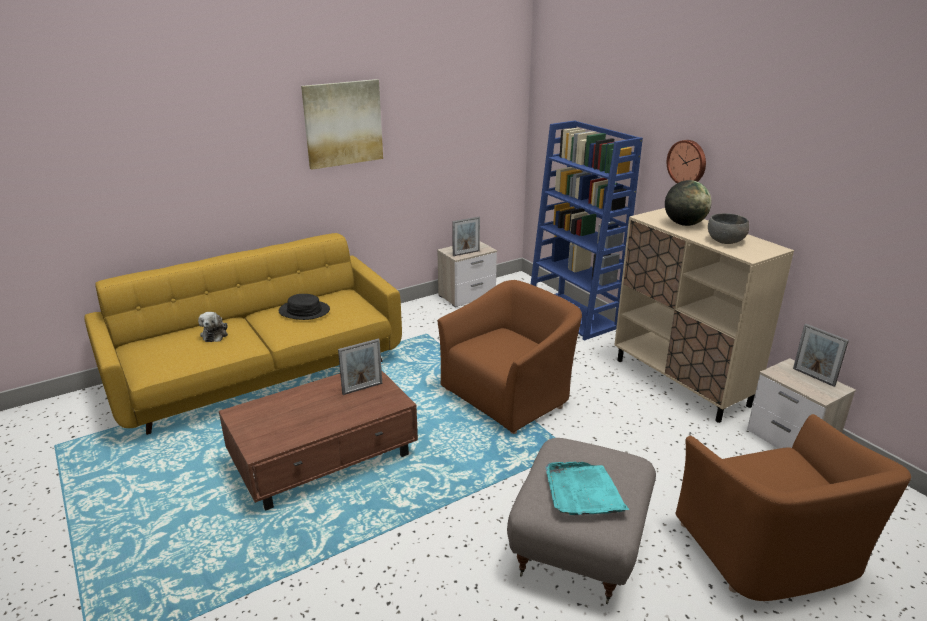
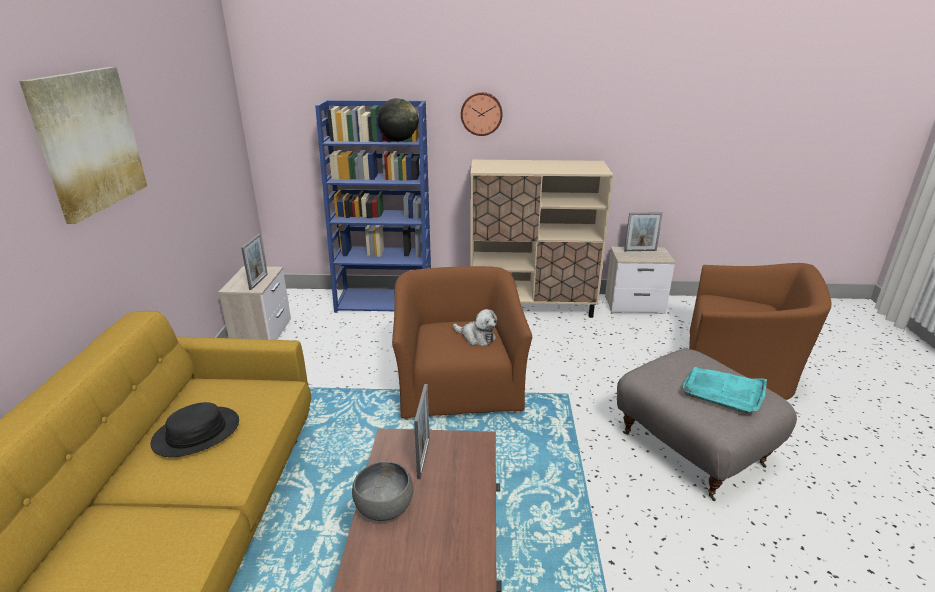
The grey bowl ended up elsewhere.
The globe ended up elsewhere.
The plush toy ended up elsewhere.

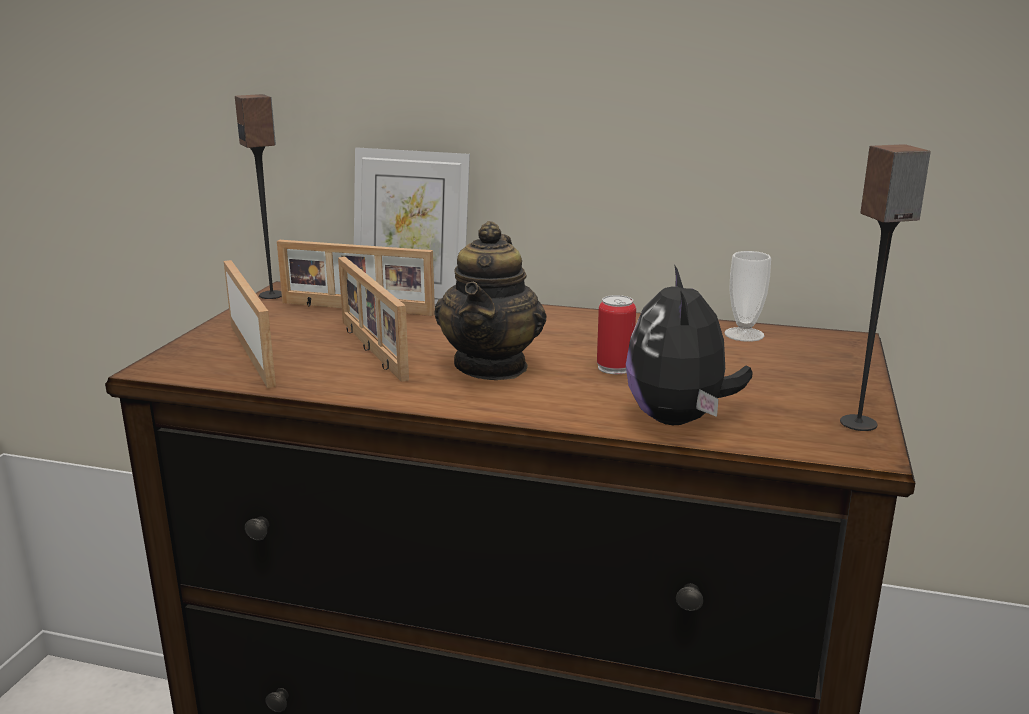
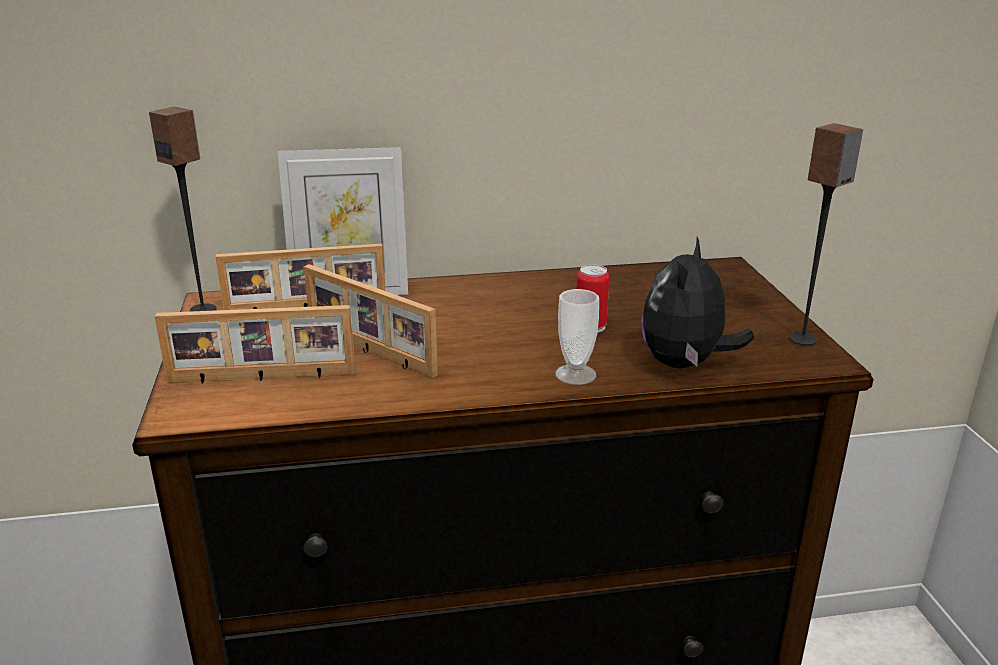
The picture frame (no. 1 from left) ended up facing another way, 135 degrees clockwise from before.
The cup ended up elsewhere.
The plush toy ended up facing another way, 45 degrees clockwise from before.
The second view lost the teapot.

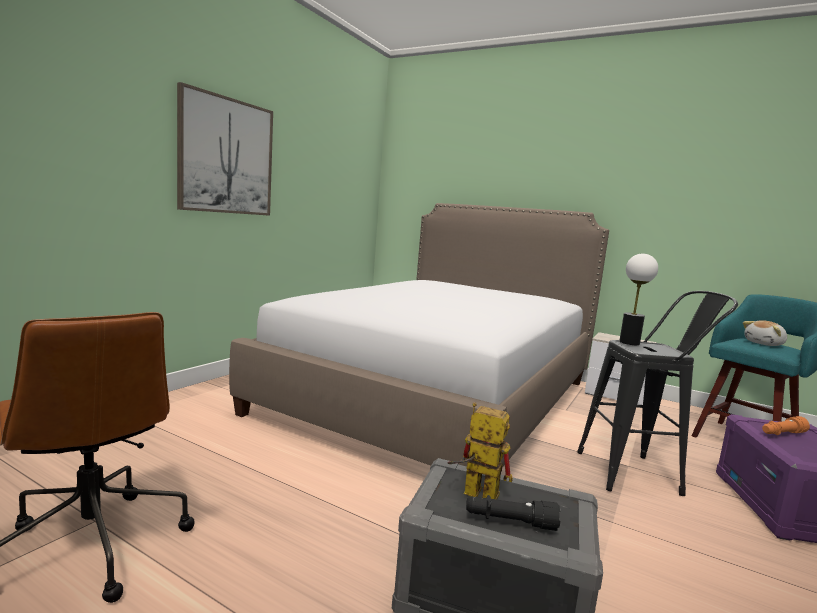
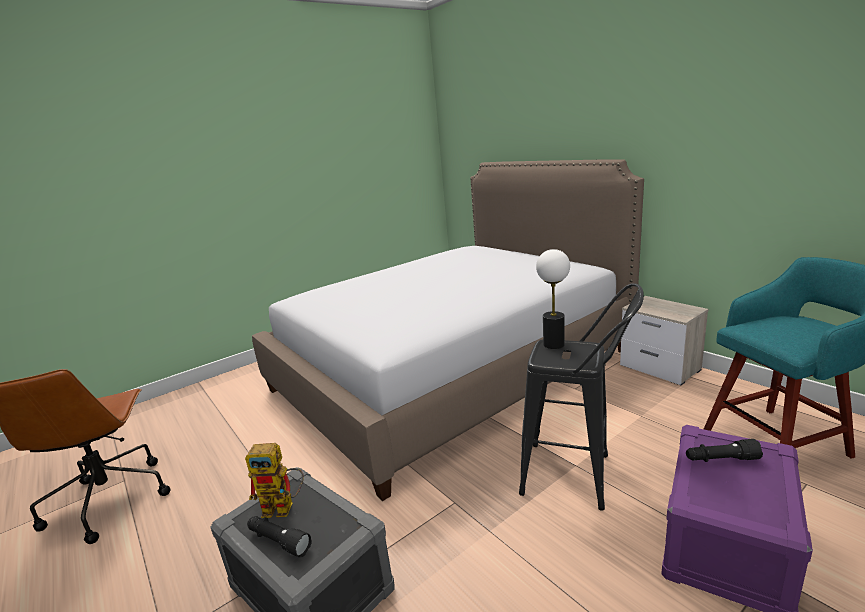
The toy robot ended up facing another way, 135 degrees clockwise from before.
What was the orange flashlight turned into the black flashlight (no. 2 from left).
The second view lost the picture.
The second view lost the plush toy.

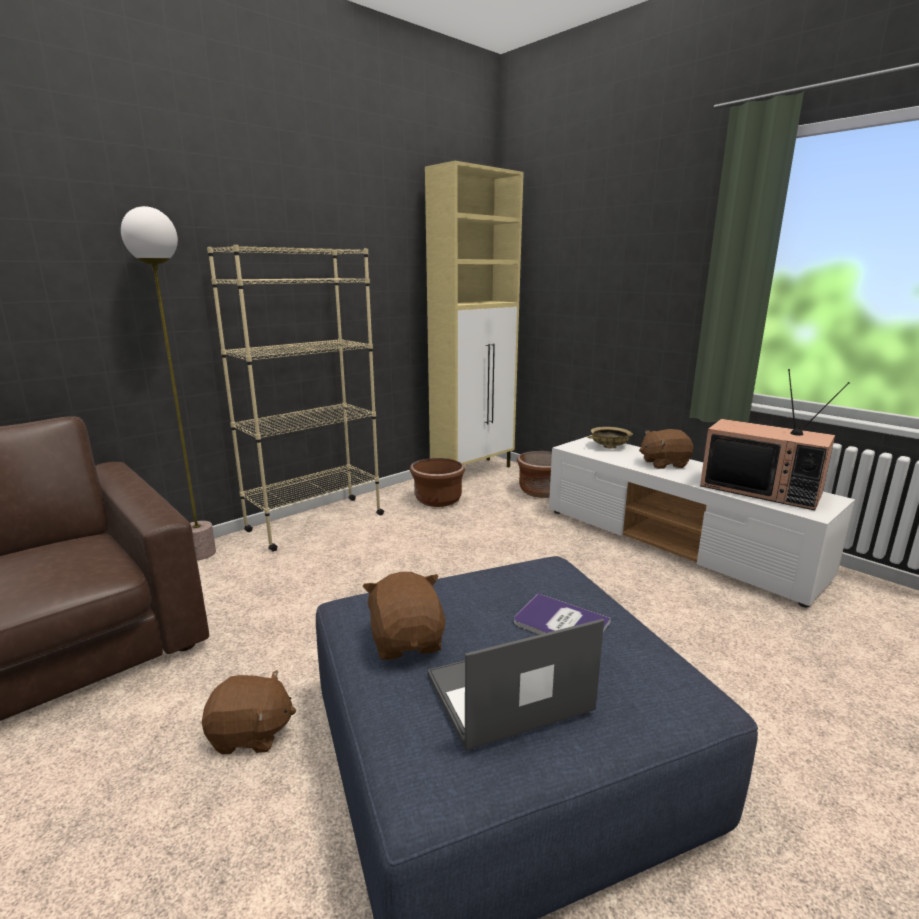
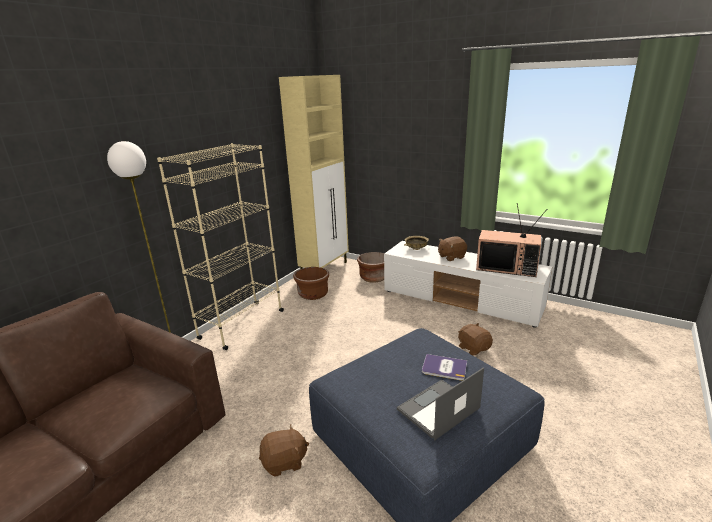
The brown plush toy (no. 2 from left in the first image) ended up elsewhere.

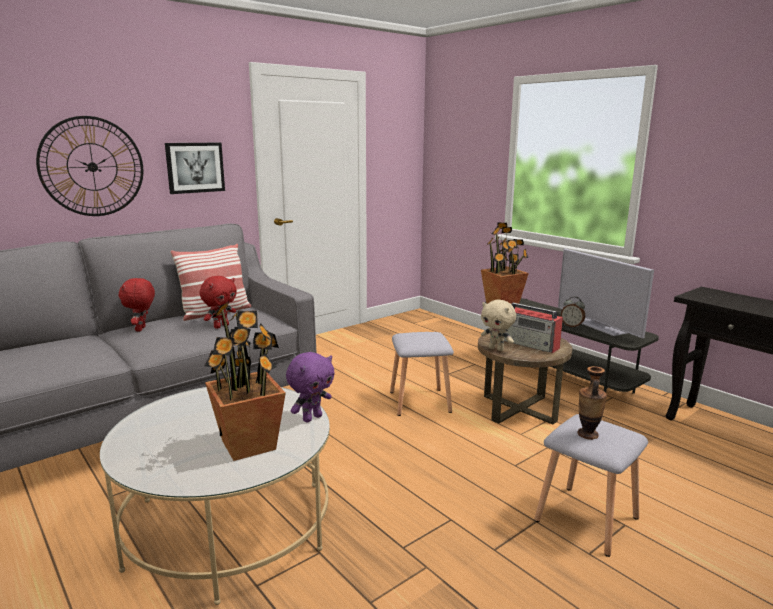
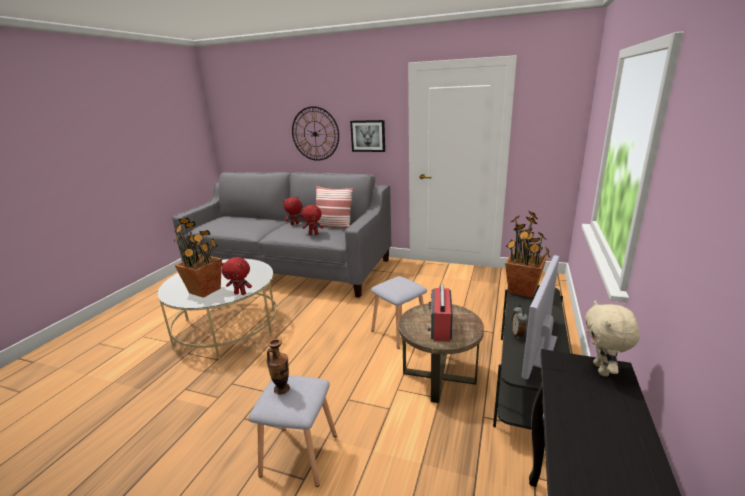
What was the purple plush toy turned into the red plush toy (no. 1 from left).
The beige plush toy ended up elsewhere.

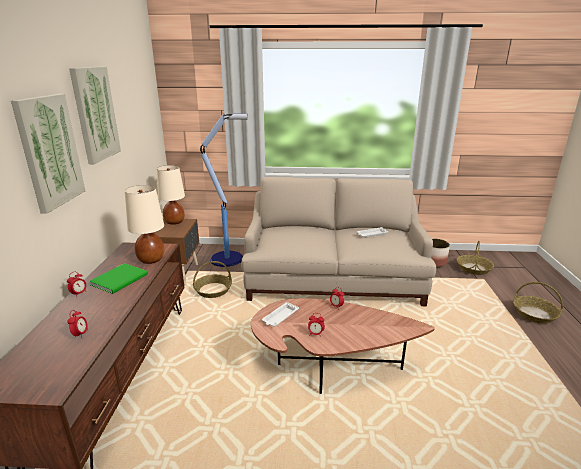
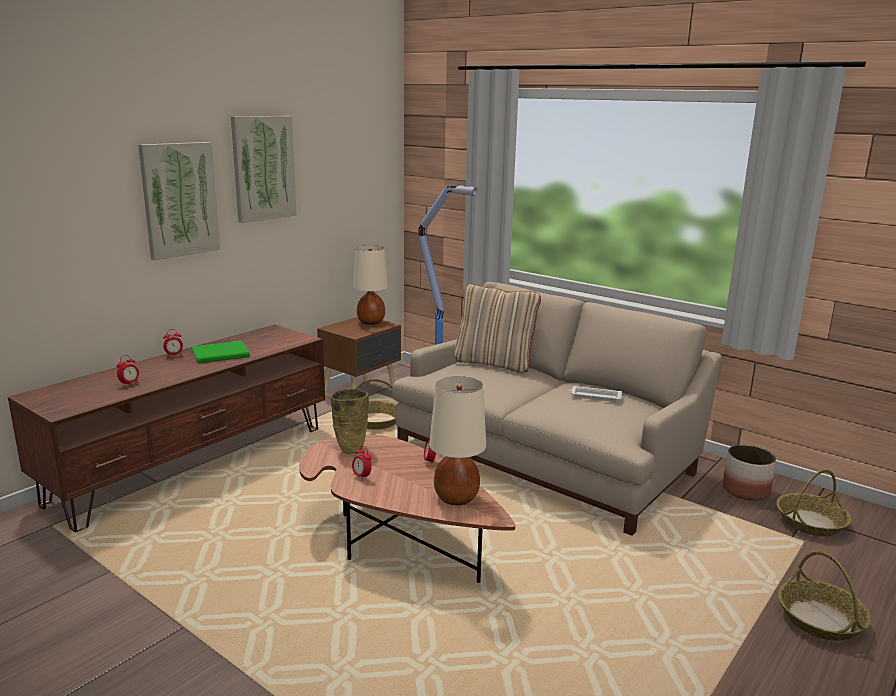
Where the white tray (no. 1 from left) stood, the beige vase came to stand.
The beige table lamp (no. 1 from left in the first image) ended up elsewhere.
The second view gained the beige pillow.

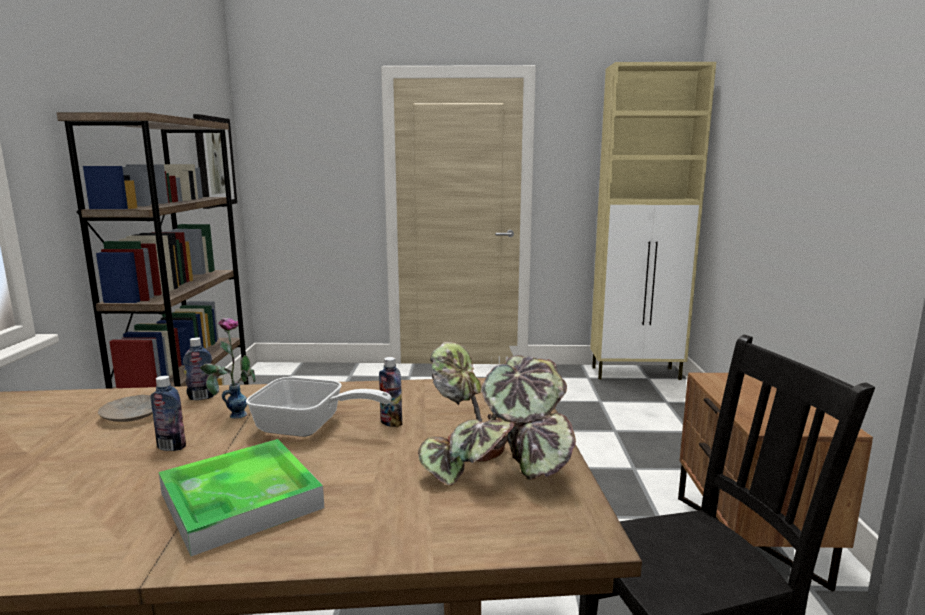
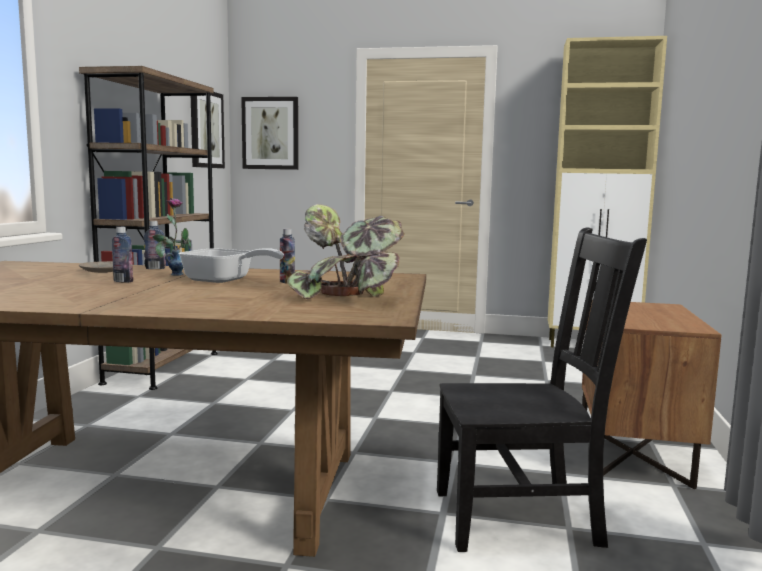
The second view gained the picture (no. 2 from left).
The second view lost the tray.

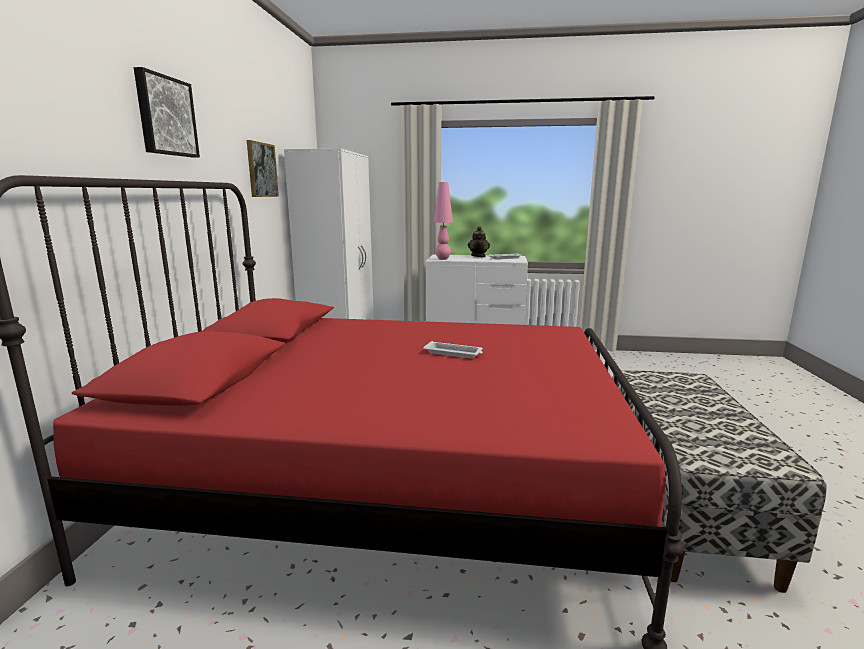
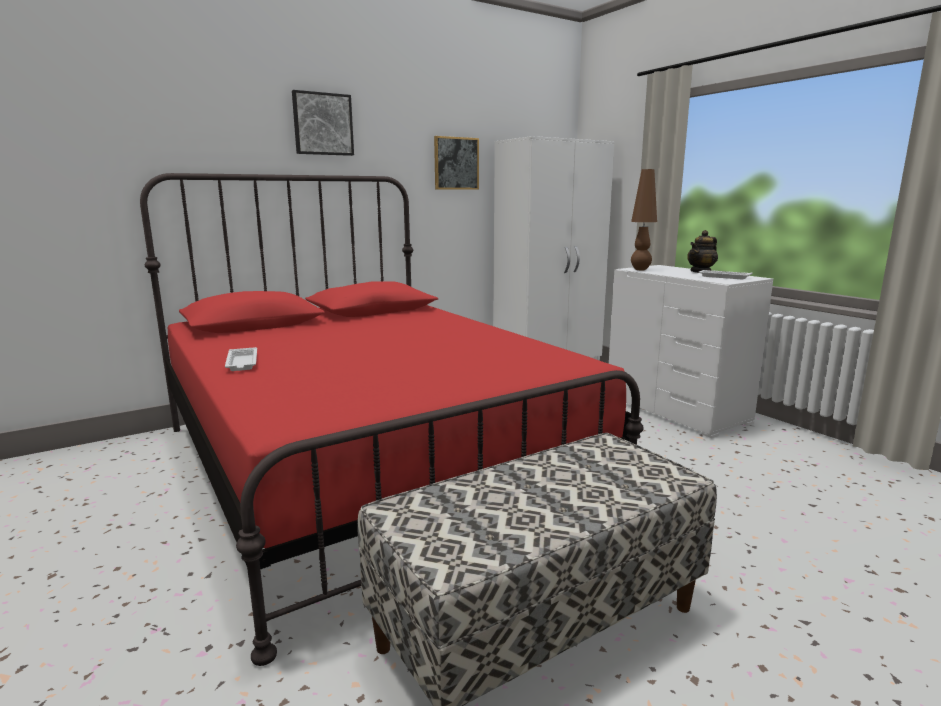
The white tray (no. 1 from left) ended up elsewhere.
What was the pink table lamp turned into the brown table lamp.

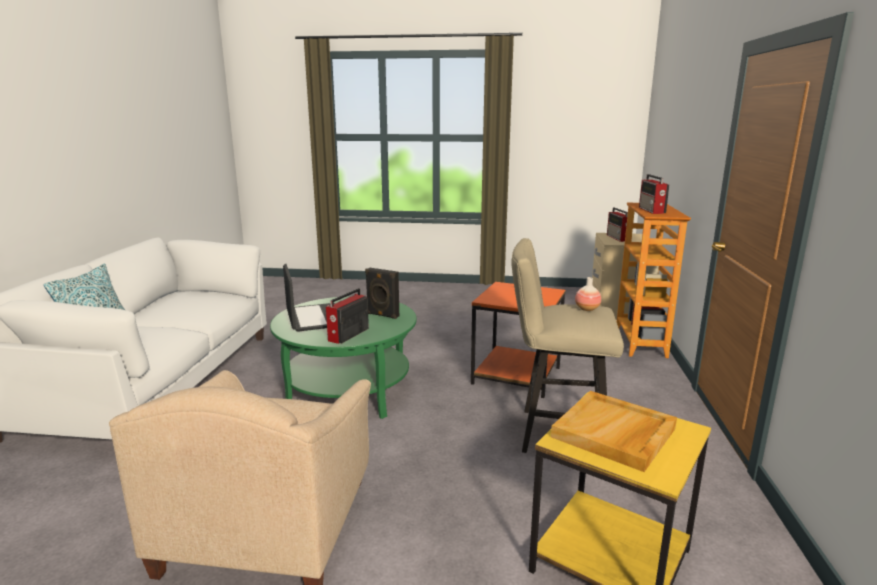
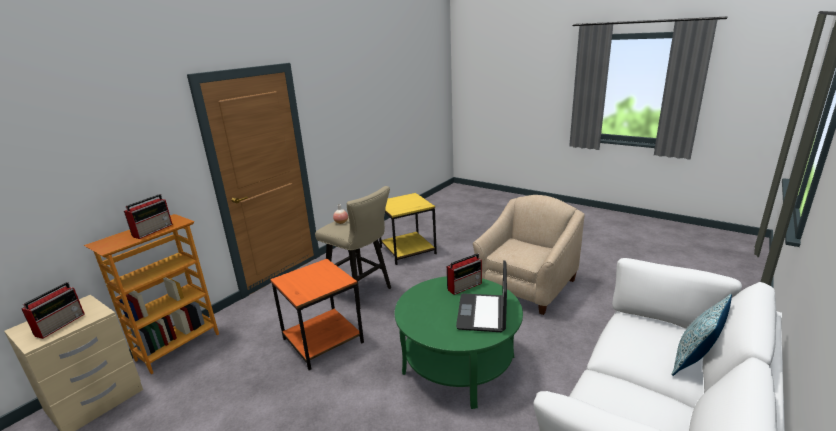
The second view lost the black speaker.
The second view lost the beige tray.

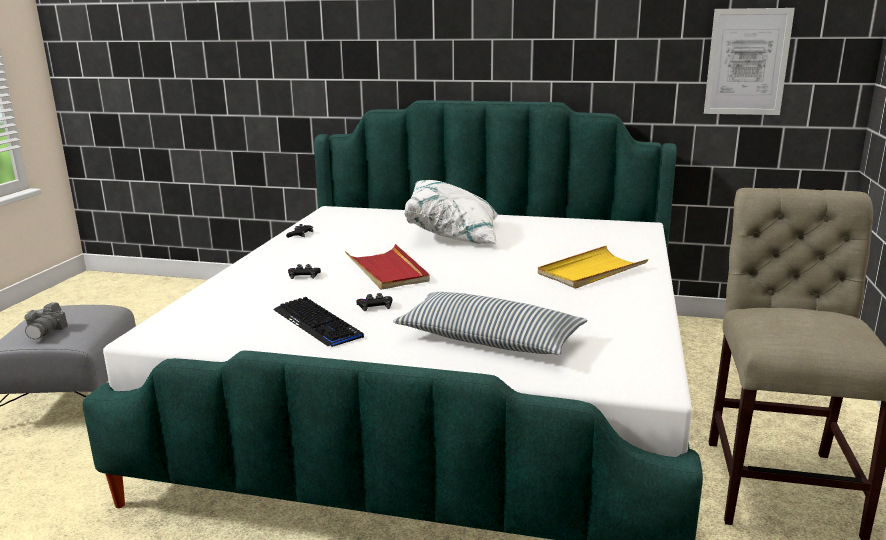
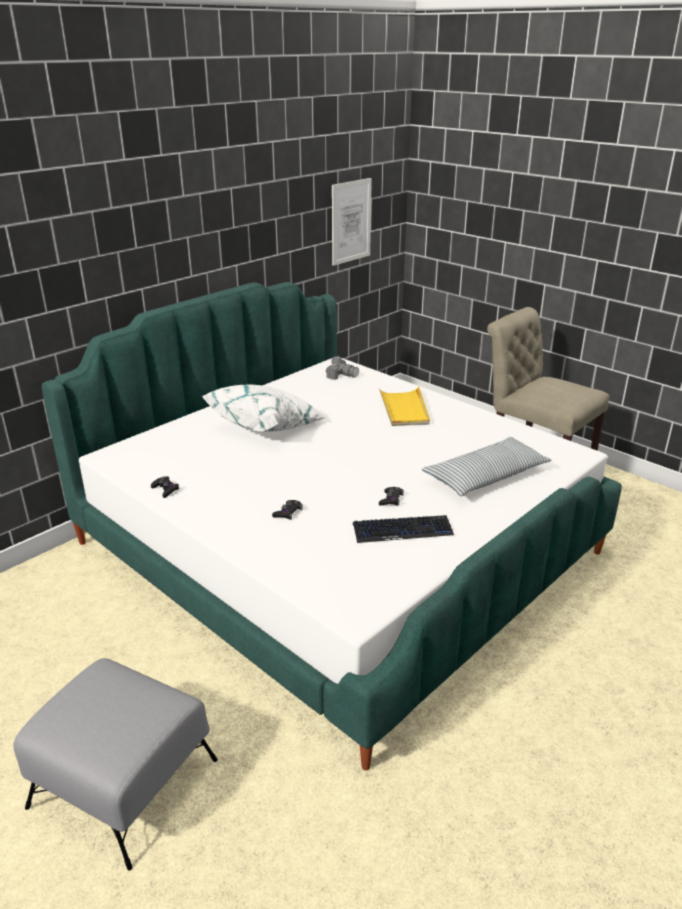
The photo camera ended up elsewhere.
The second view lost the red tray.

